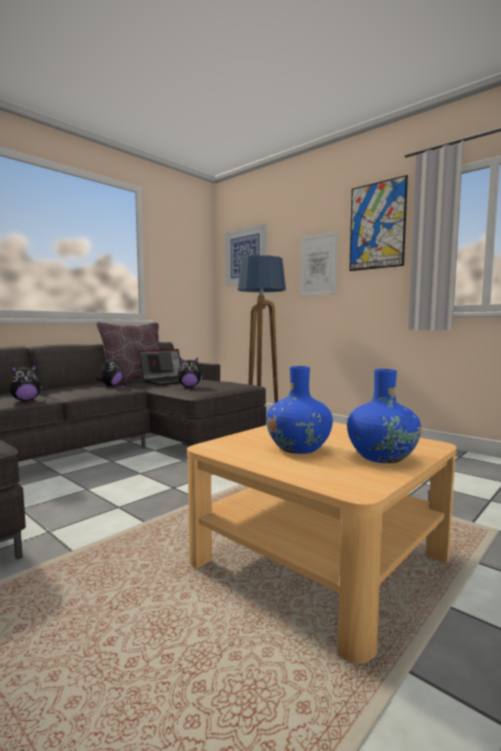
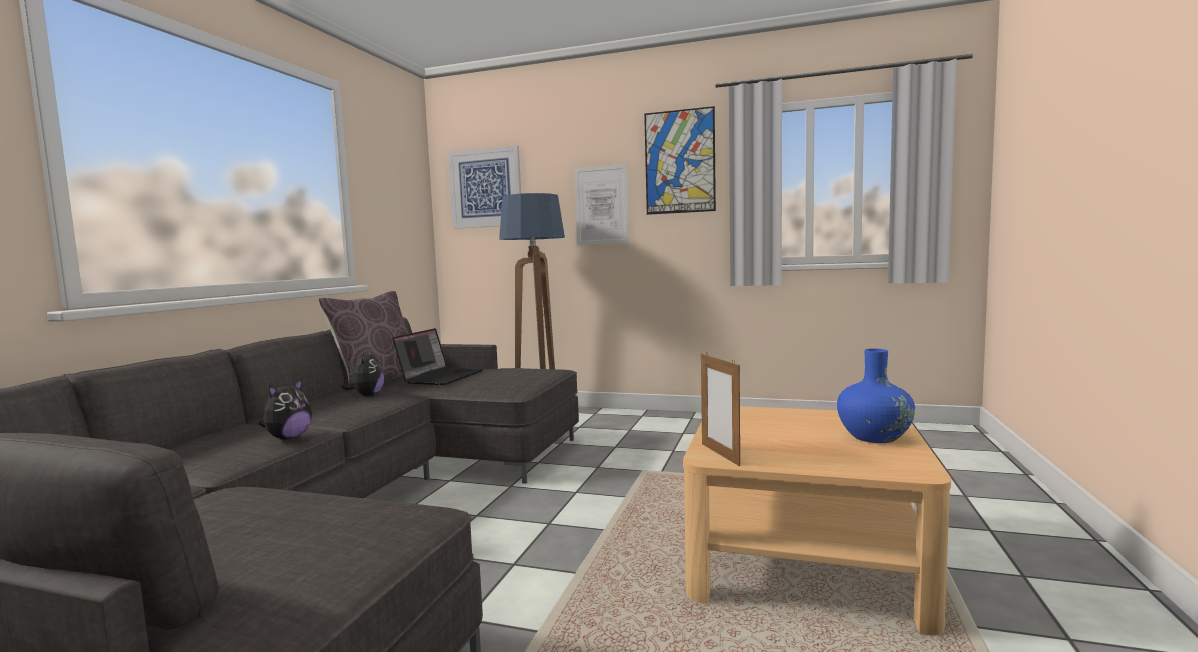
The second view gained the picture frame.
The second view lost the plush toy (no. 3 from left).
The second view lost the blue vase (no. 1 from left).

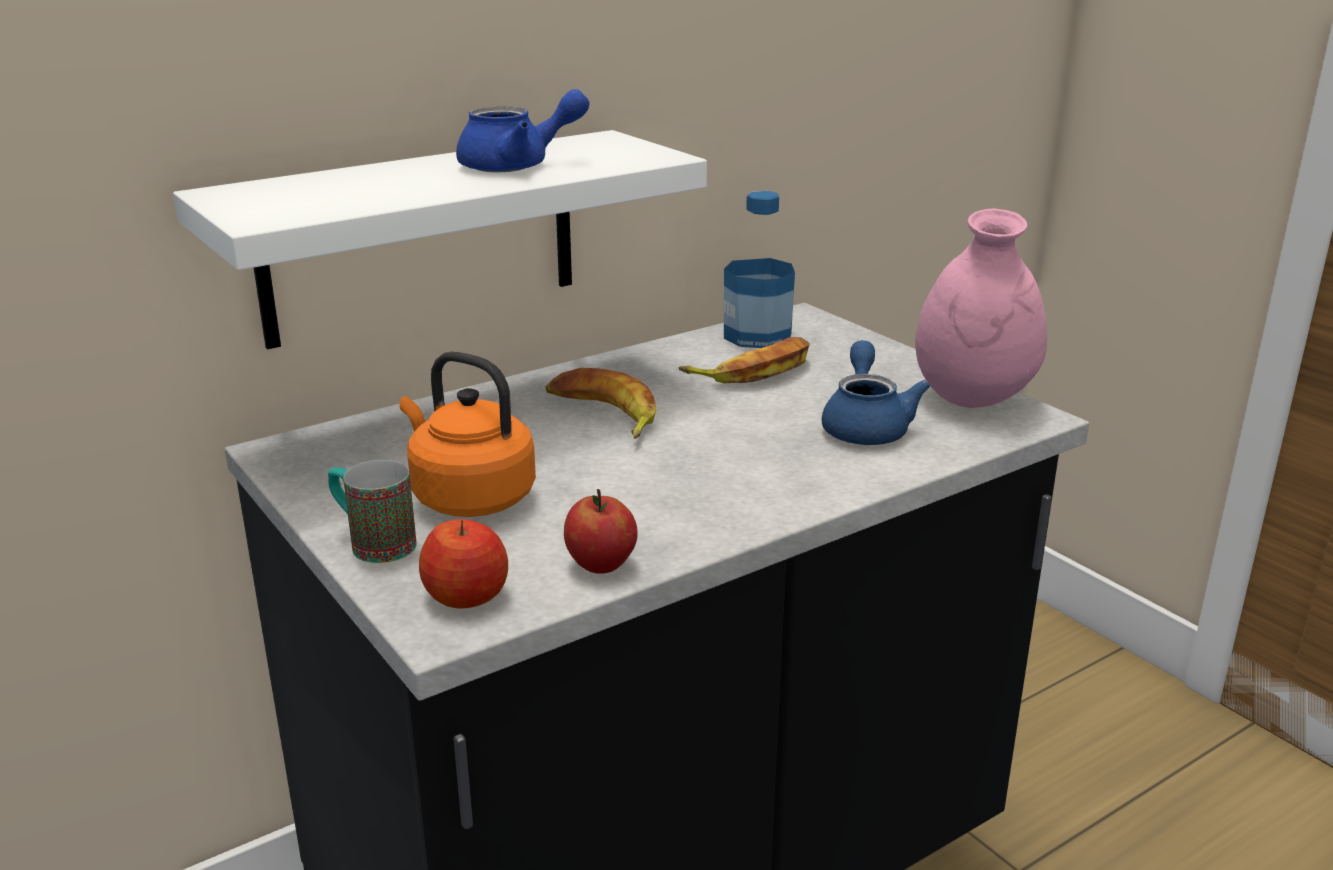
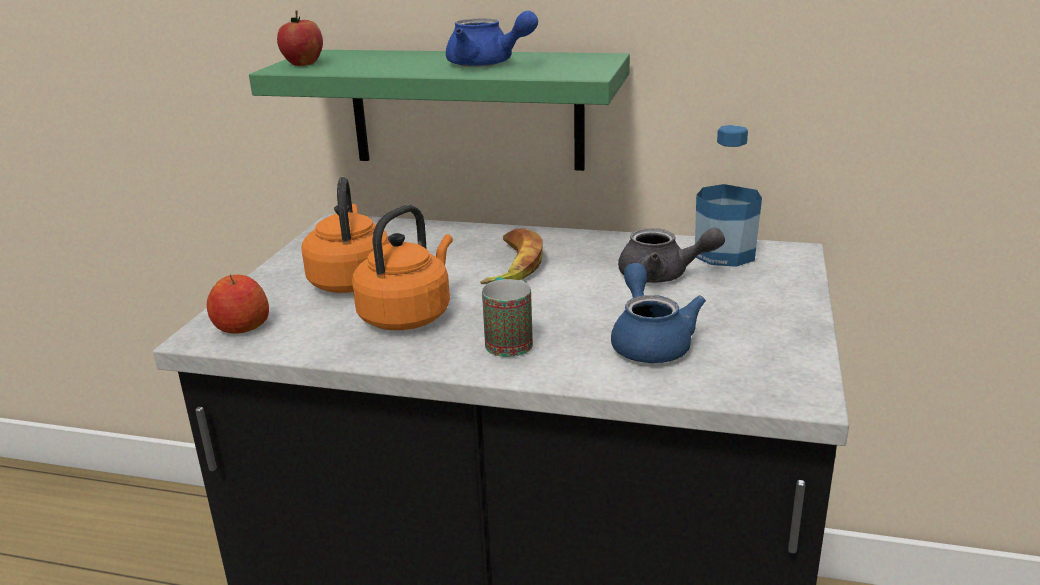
What was the white shelf turned into the green shelf.
The apple (no. 2 from left) ended up elsewhere.
The second view gained the orange kettle (no. 2 from left).
The mug ended up elsewhere.
The blue teapot (no. 2 from left) ended up facing another way, 60 degrees counterclockwise from before.
Where the banana (no. 2 from left) stood, the grey teapot came to stand.
The second view lost the pink vase.

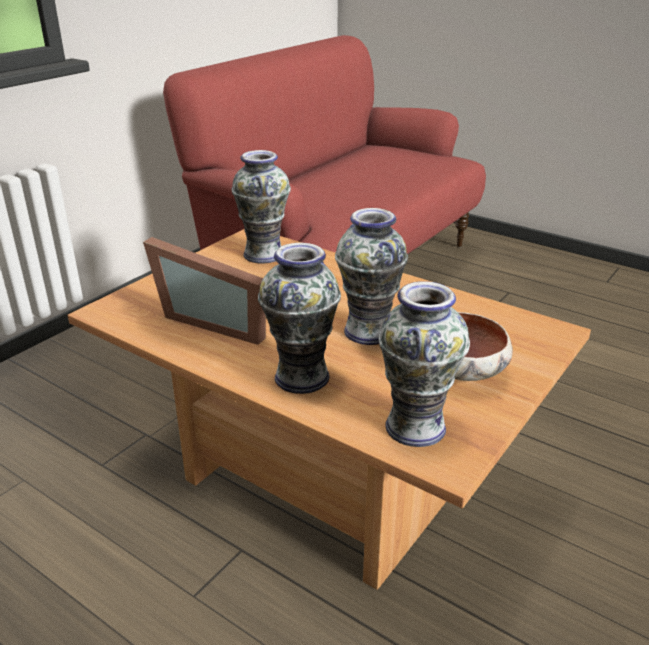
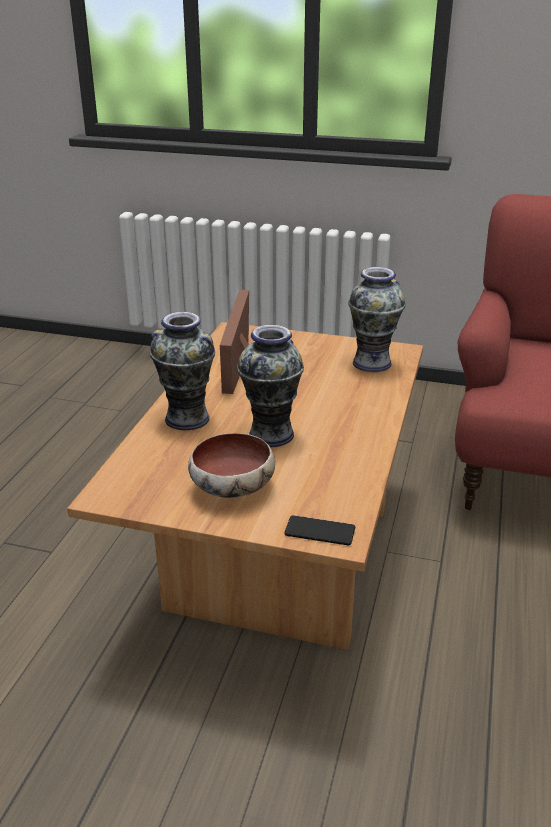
The second view gained the phone.
The second view lost the vase (no. 4 from left).

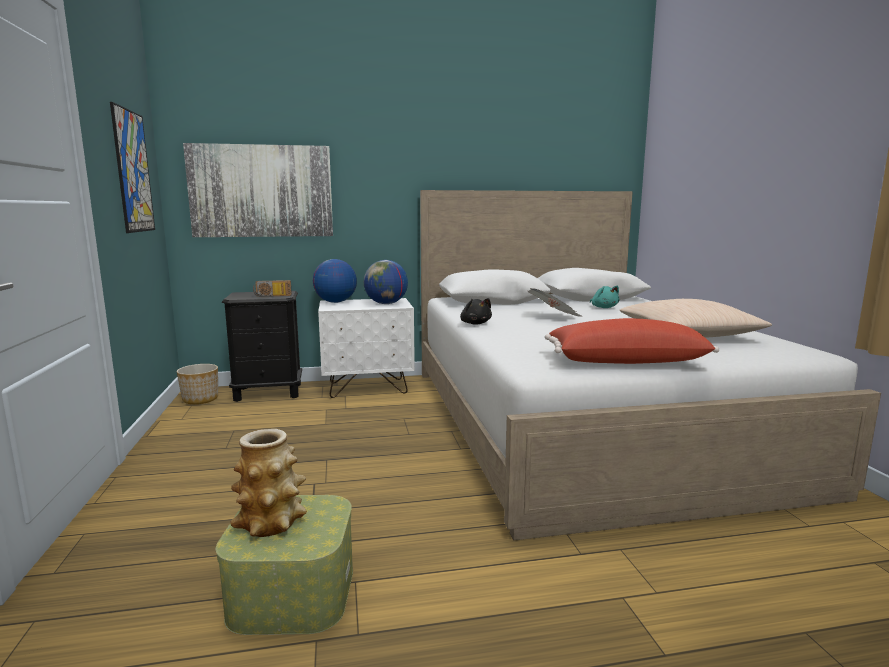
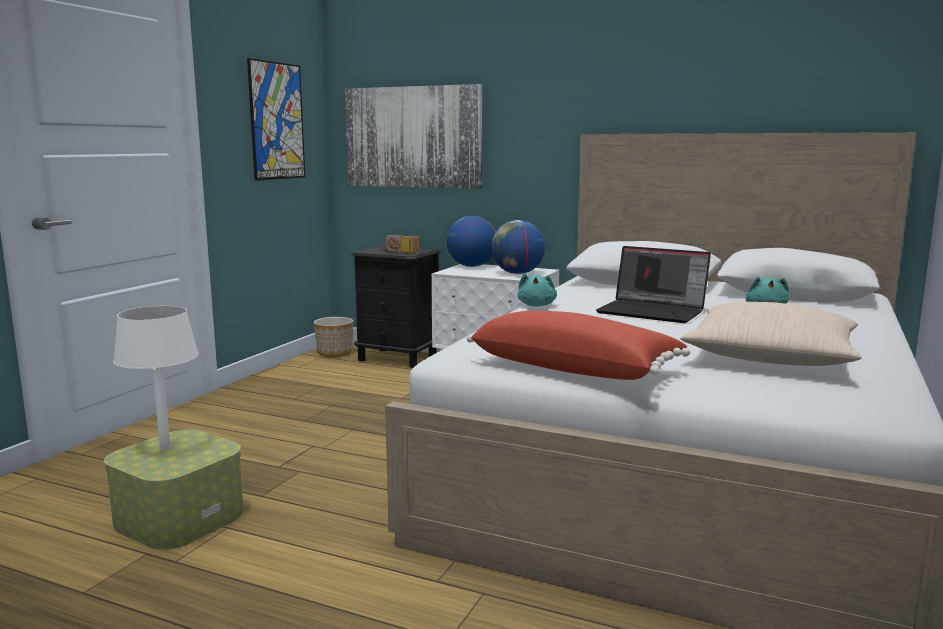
Where the vase stood, the white table lamp came to stand.
What was the black plush toy turned into the turquoise plush toy (no. 1 from left).
Where the newspaper stood, the laptop came to stand.

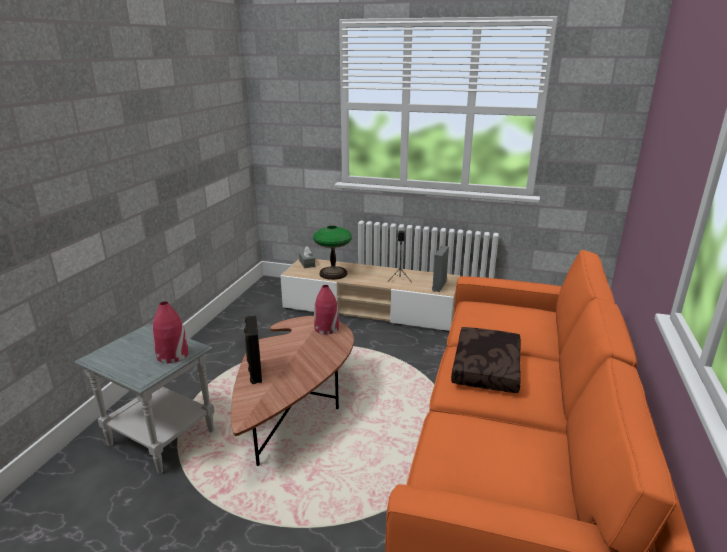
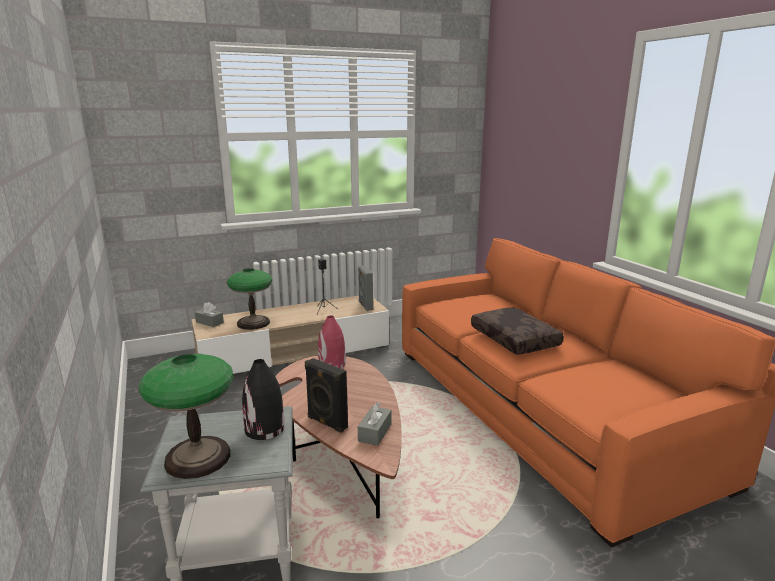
The second view gained the table lamp (no. 1 from left).
What was the red vase (no. 1 from left) turned into the black vase.
The second view gained the grey tissue box (no. 2 from left).

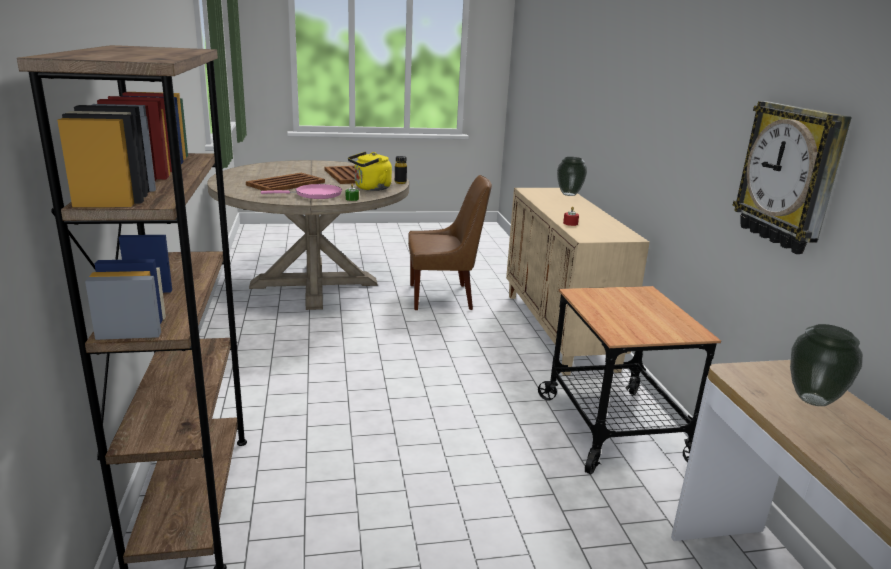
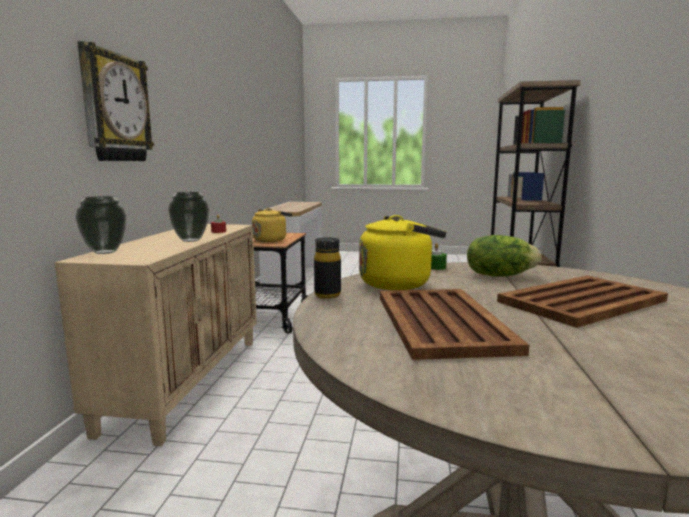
The wall clock ended up elsewhere.
The vase (no. 2 from left) ended up elsewhere.
The second view gained the yellow kettle (no. 1 from left).
Where the pink frying pan stood, the lettuce came to stand.
The second view lost the brown chair.

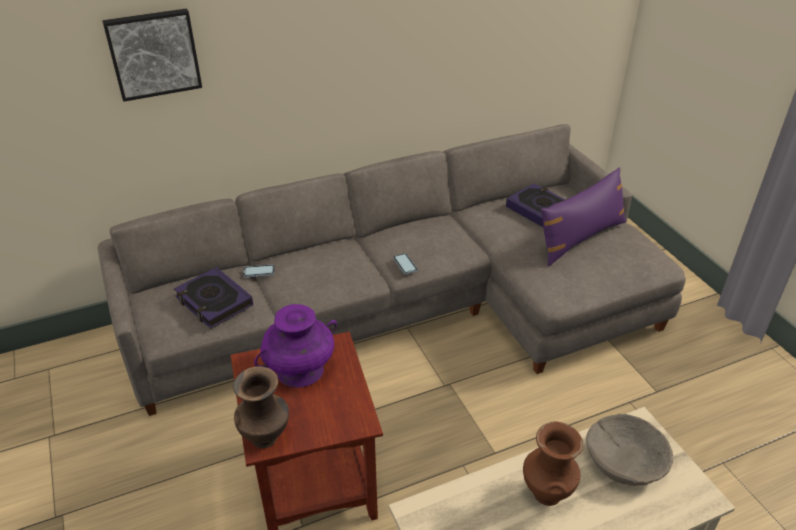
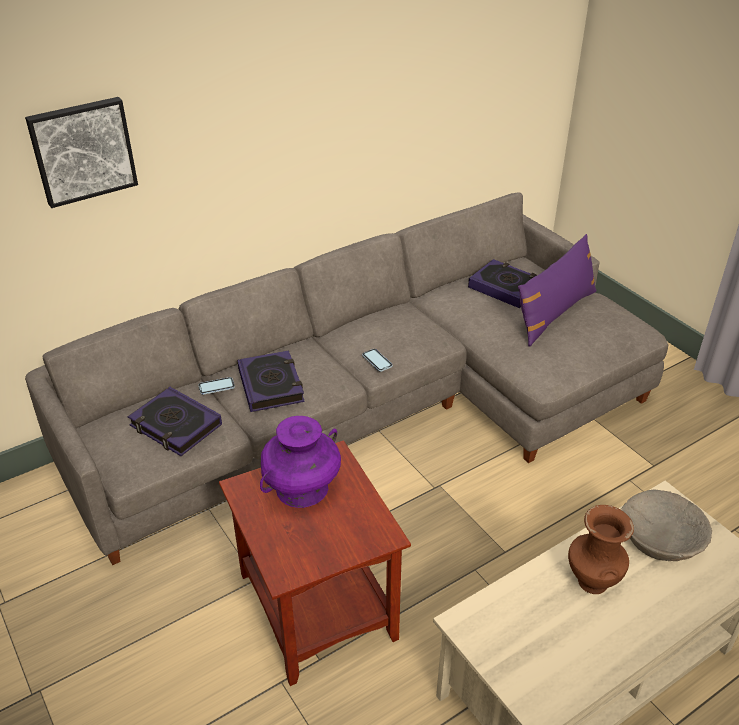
The second view gained the book (no. 2 from left).
The second view lost the brown vase (no. 1 from left).

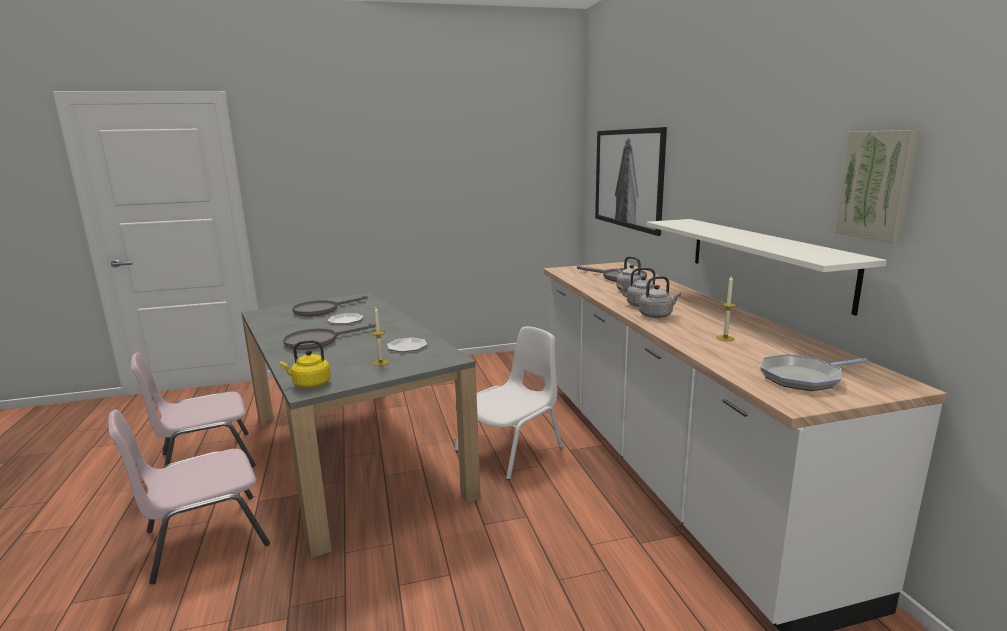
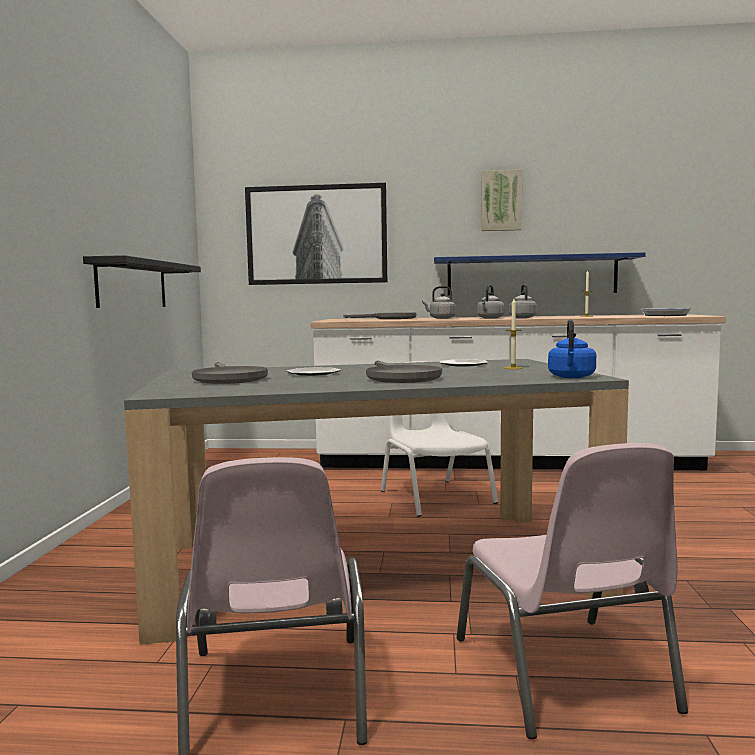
The second view gained the black shelf.
What was the white shelf turned into the blue shelf.
The picture (no. 2 from left) ended up elsewhere.
What was the yellow kettle turned into the blue kettle.

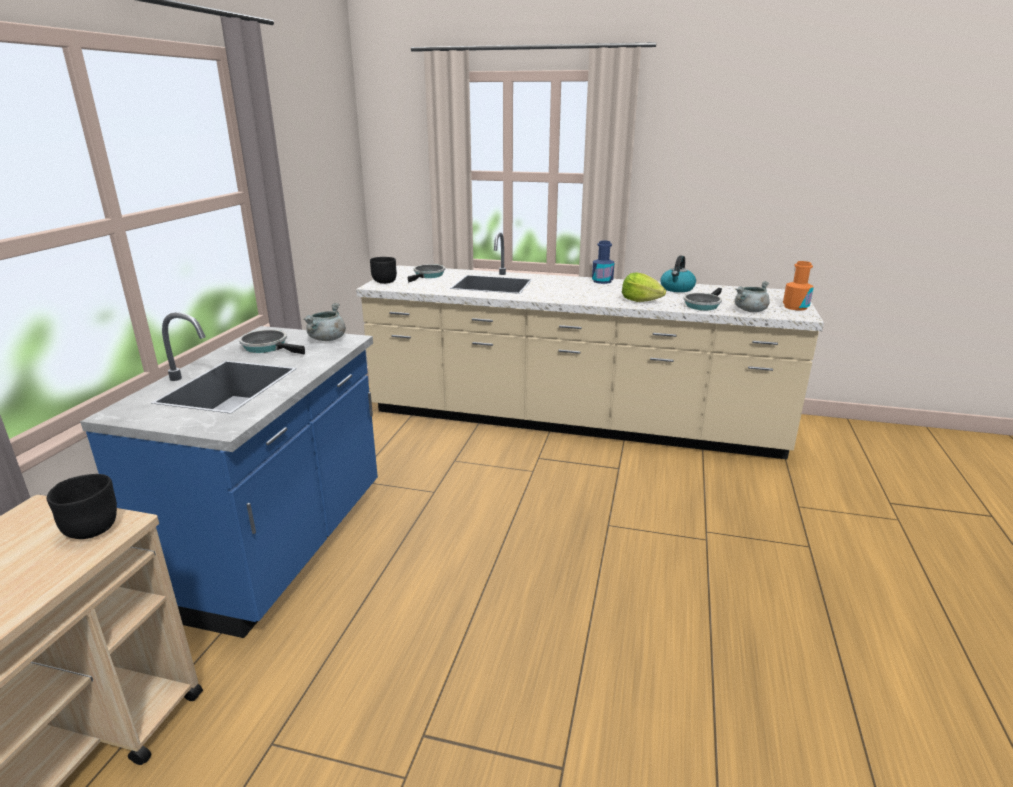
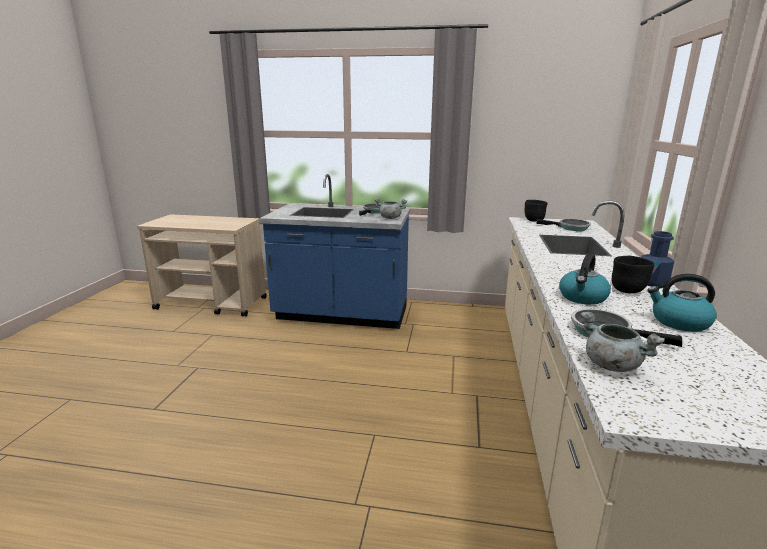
Where the lettuce stood, the kettle (no. 1 from left) came to stand.
The black bowl (no. 1 from left in the first image) ended up elsewhere.
The second view lost the orange bottle.

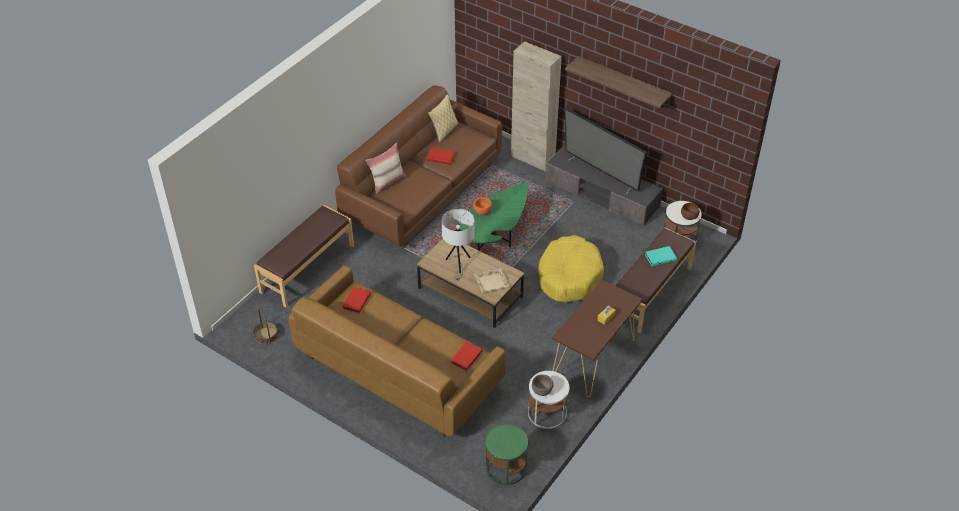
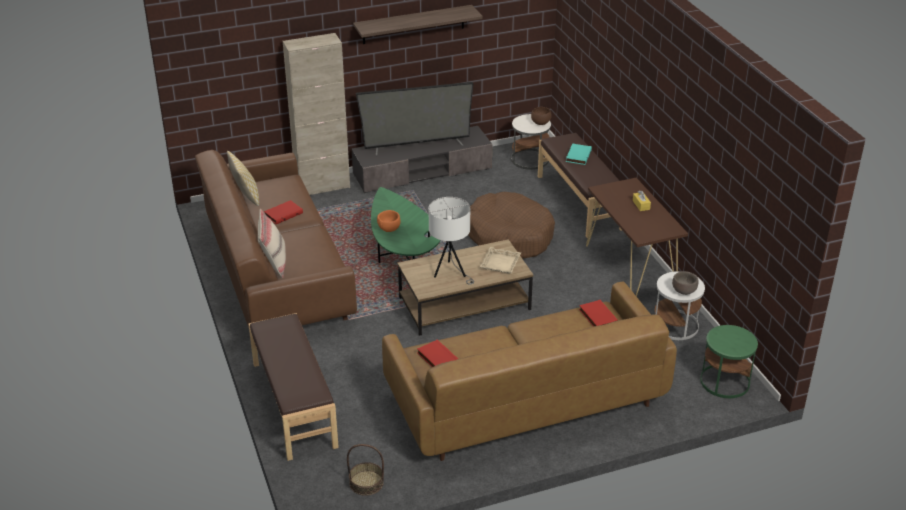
What was the yellow dog bed turned into the brown dog bed.

